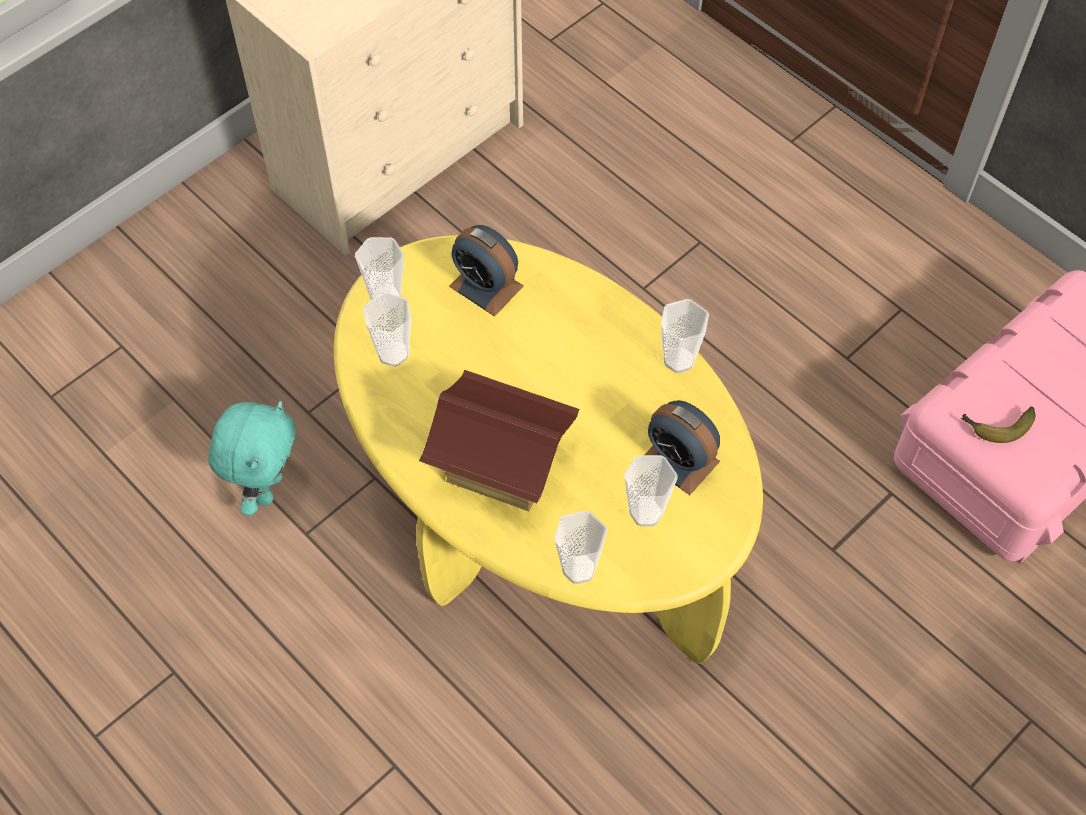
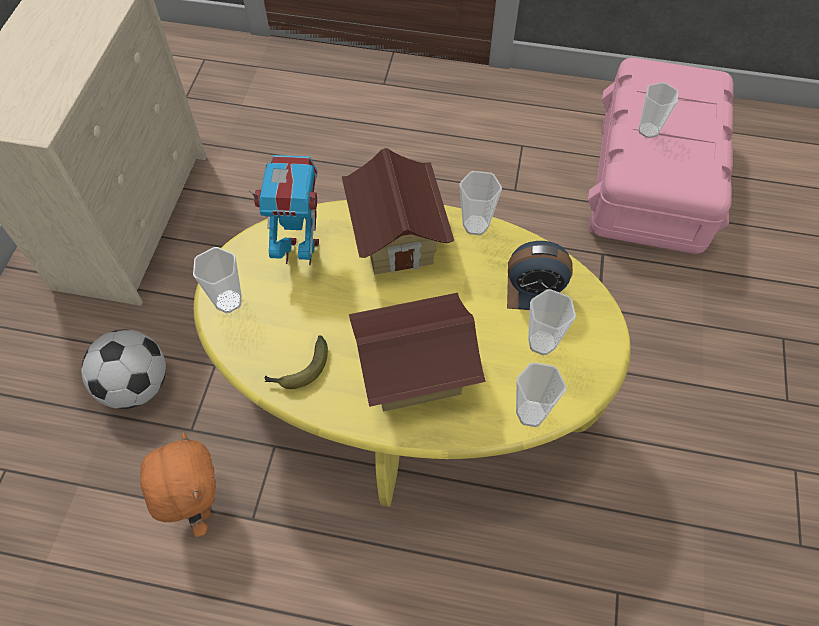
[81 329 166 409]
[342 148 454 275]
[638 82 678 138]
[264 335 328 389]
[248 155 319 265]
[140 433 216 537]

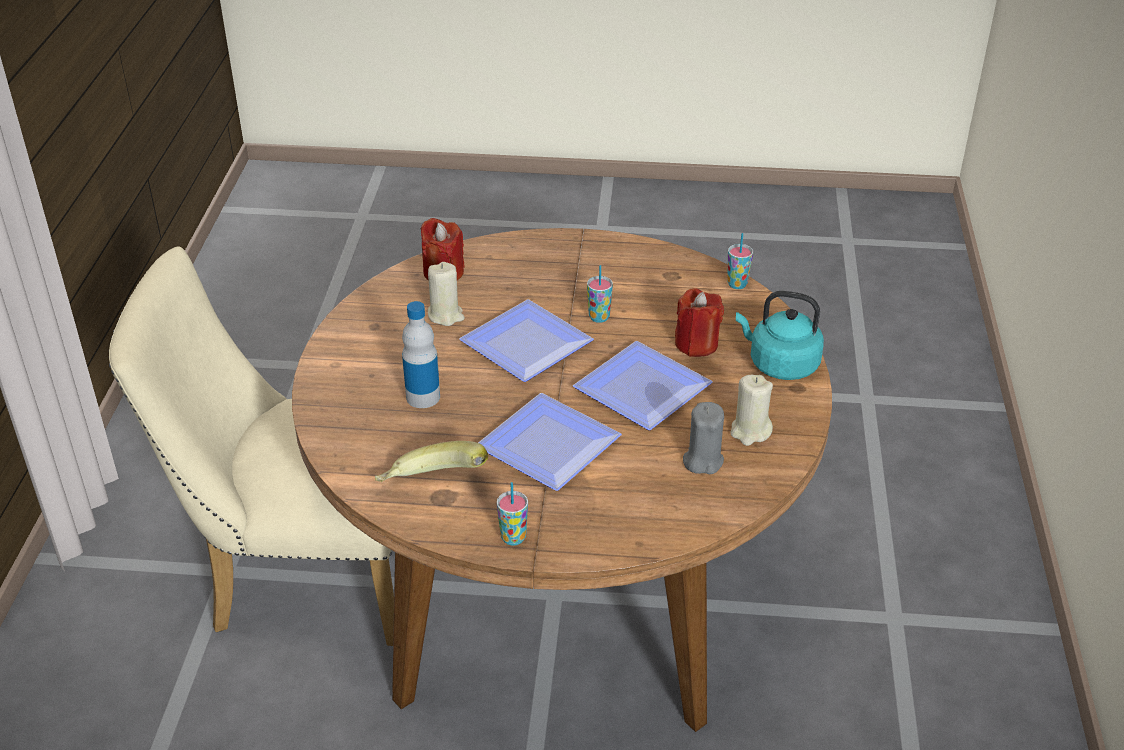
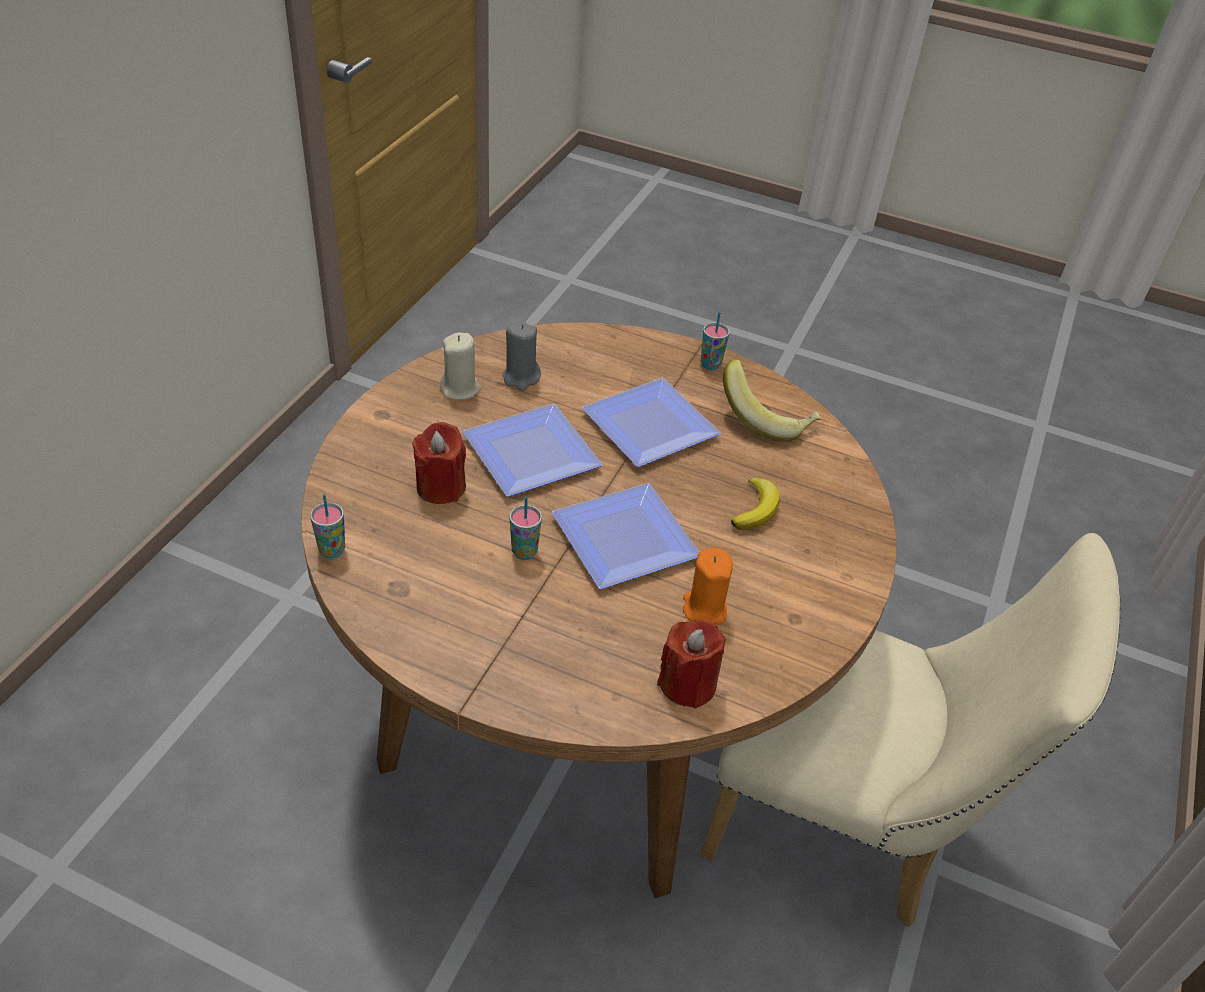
[736 291 824 380] (first image)
[731 478 780 530]
[683 548 733 625]

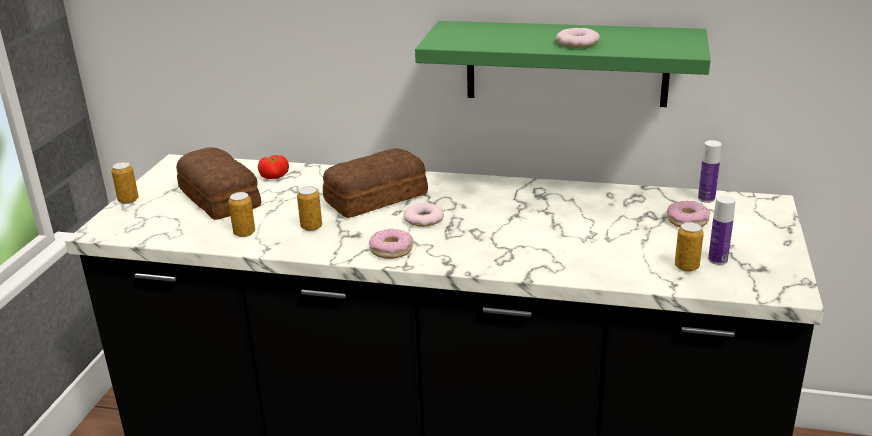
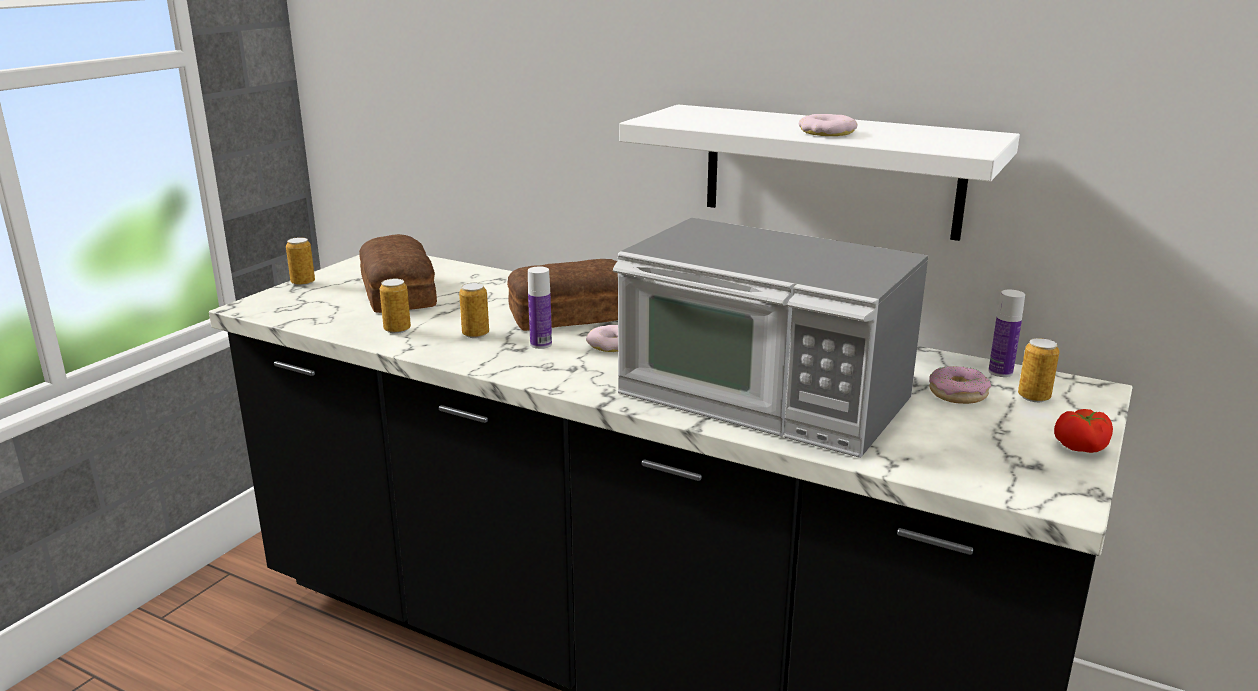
[369 229 413 259] (first image)
[613 218 928 458]
[1054 409 1113 453]
[1018 338 1059 402]
[528 266 552 349]
[619 104 1020 241]

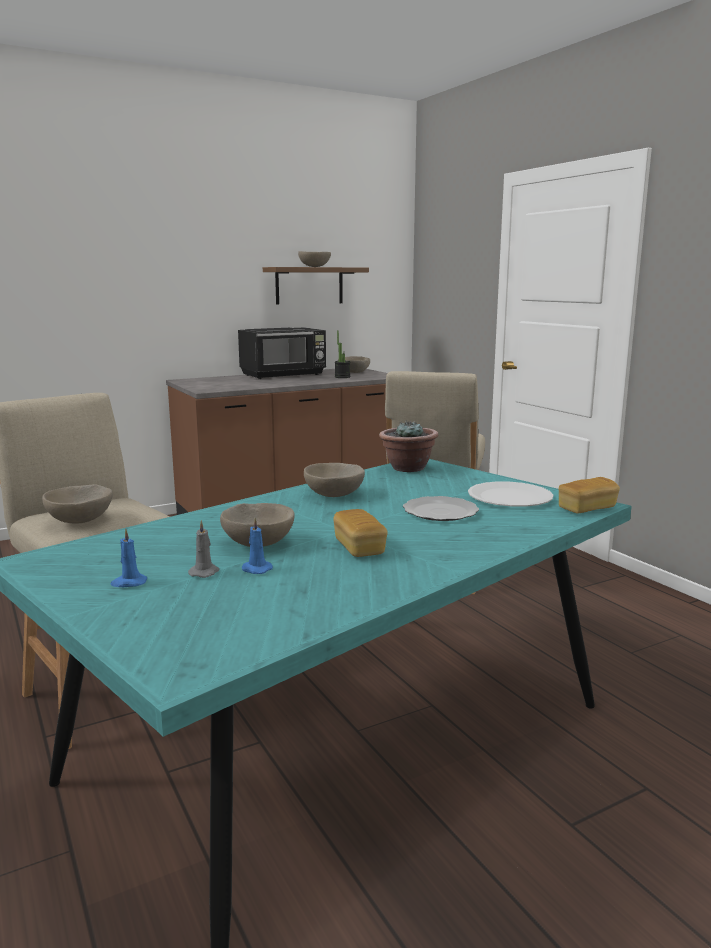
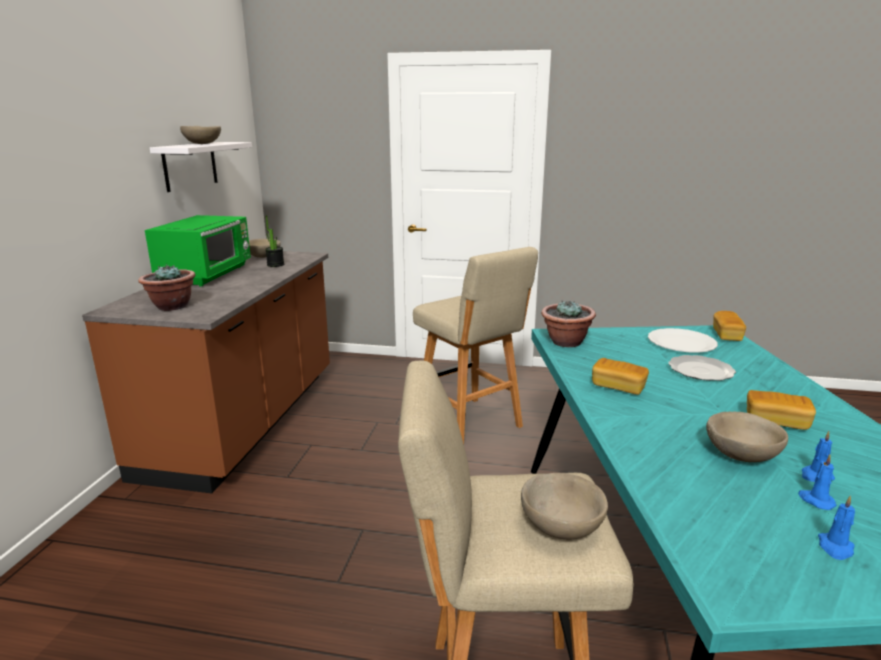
[138 264 195 311]
[592 358 649 395]
[798 454 837 510]
[145 215 251 286]
[150 142 252 192]

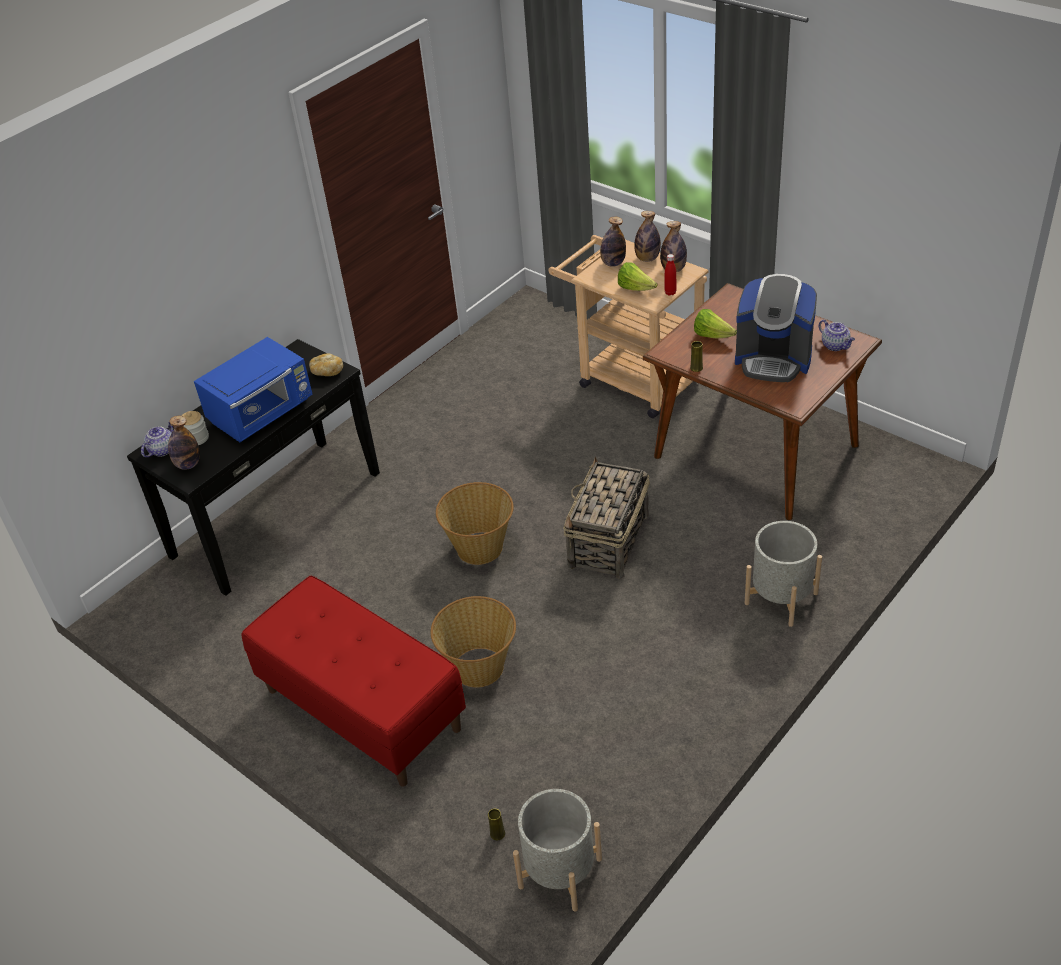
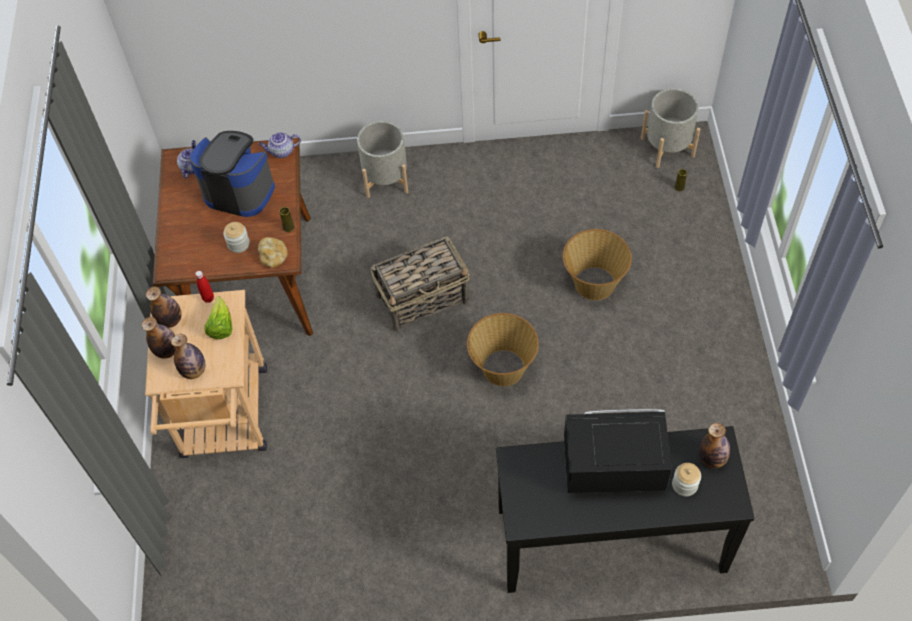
[242 576 466 786] (first image)
[259 132 301 158]
[258 237 288 268]
[223 222 250 253]
[564 409 672 493]
[189 131 275 217]

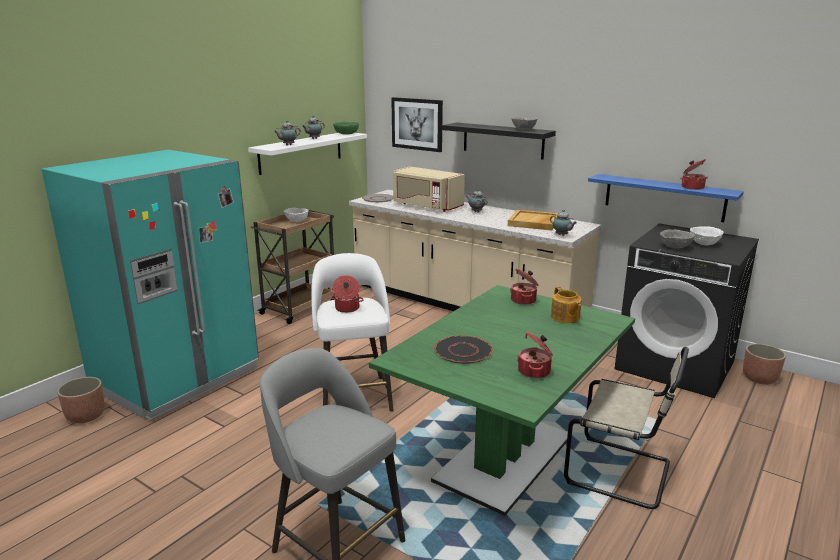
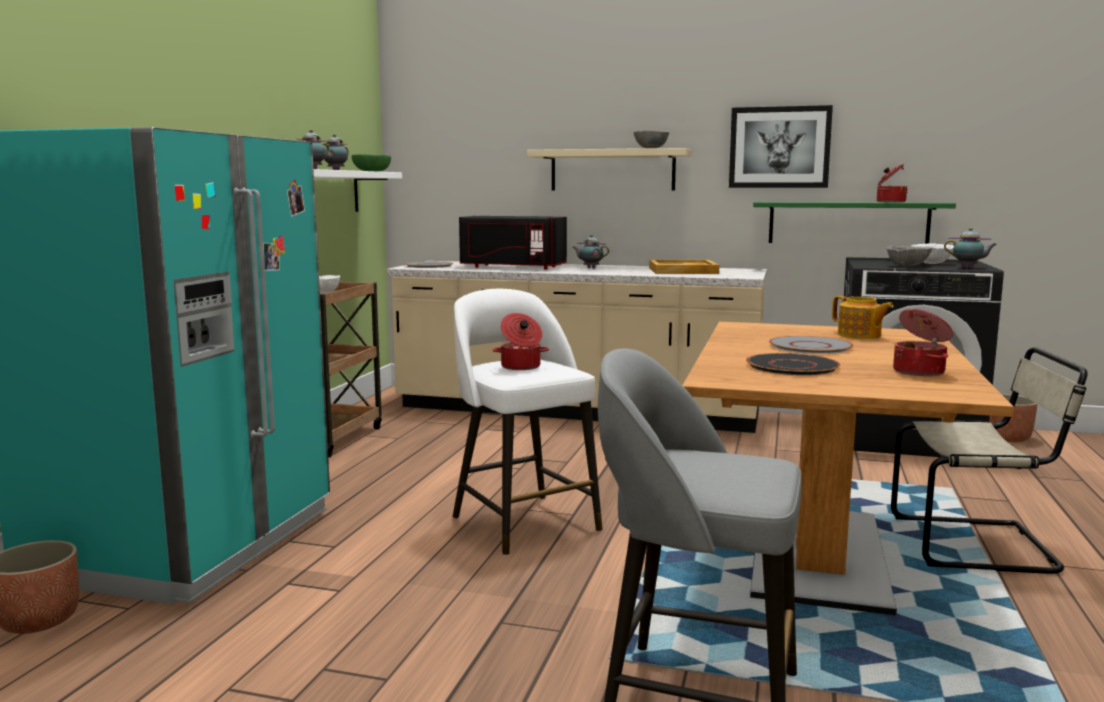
[510 269 539 305] (first image)
[769 336 853 354]
[729 105 833 188]
[944 228 997 268]
[682 322 1014 616]
[459 216 567 270]
[527 148 691 191]
[753 202 956 244]

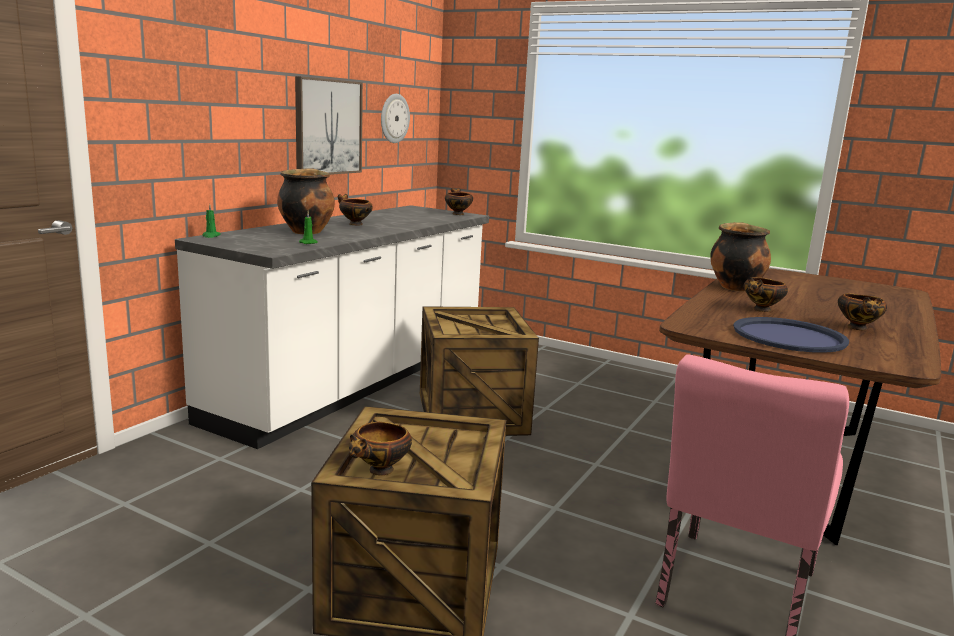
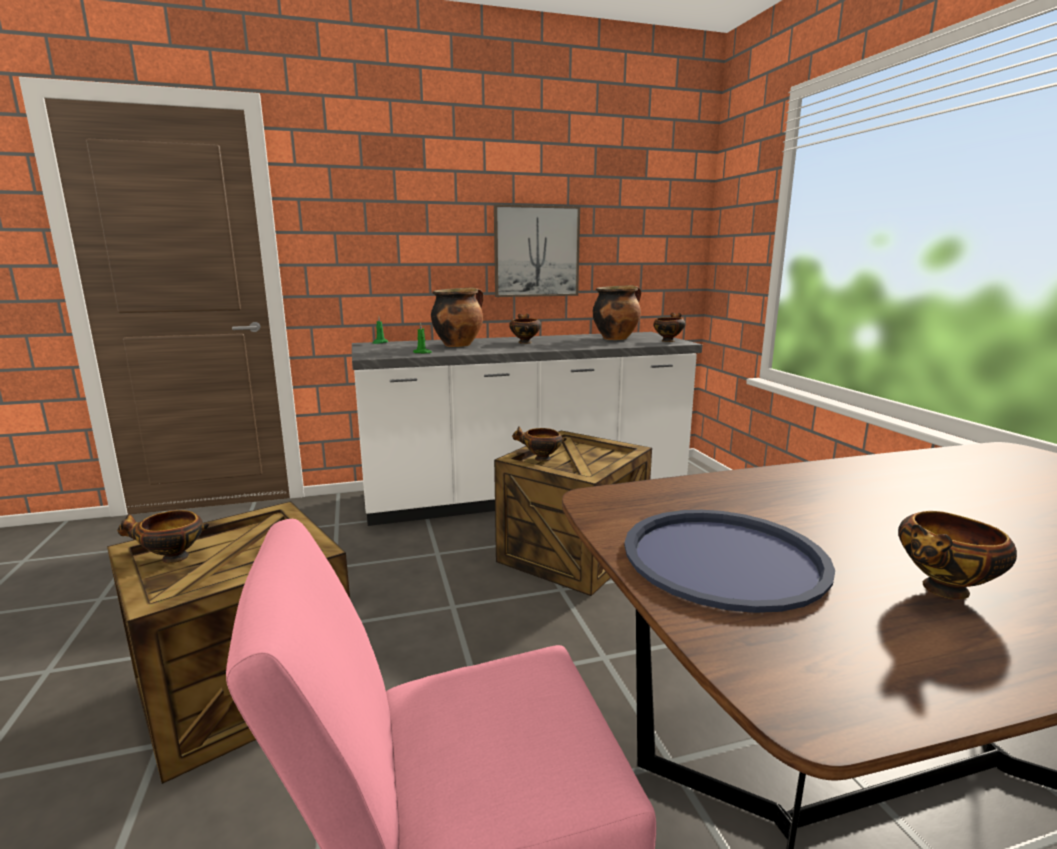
[381 94 410 143] (first image)
[593 285 641 340]
[512 426 567 462]

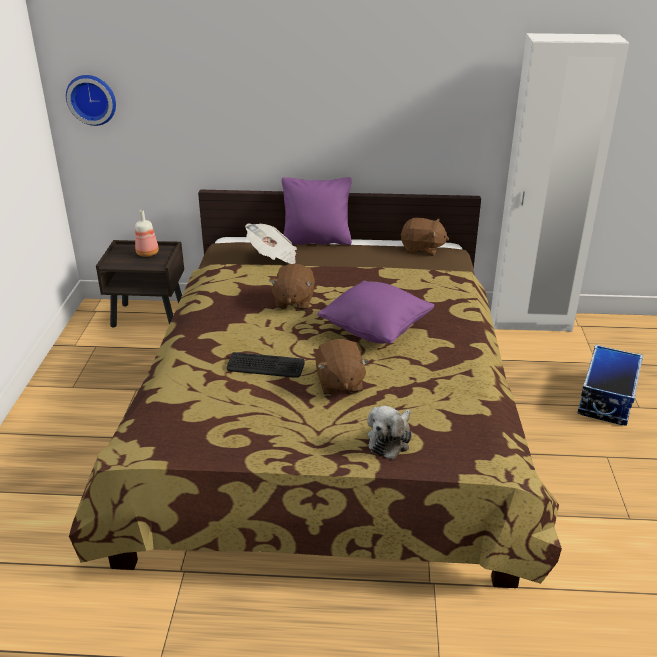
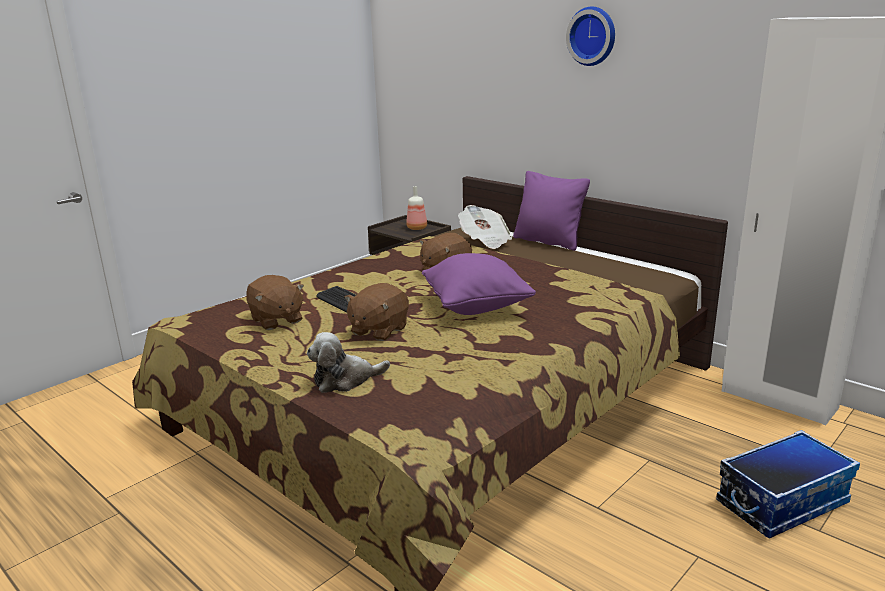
[566 6 615 66]
[246 275 304 330]

